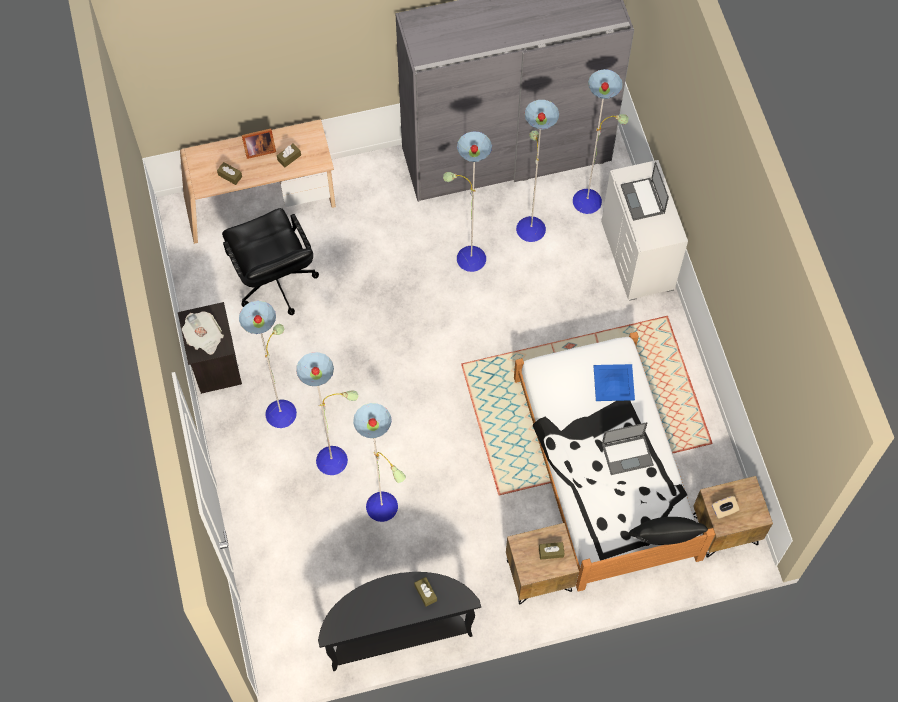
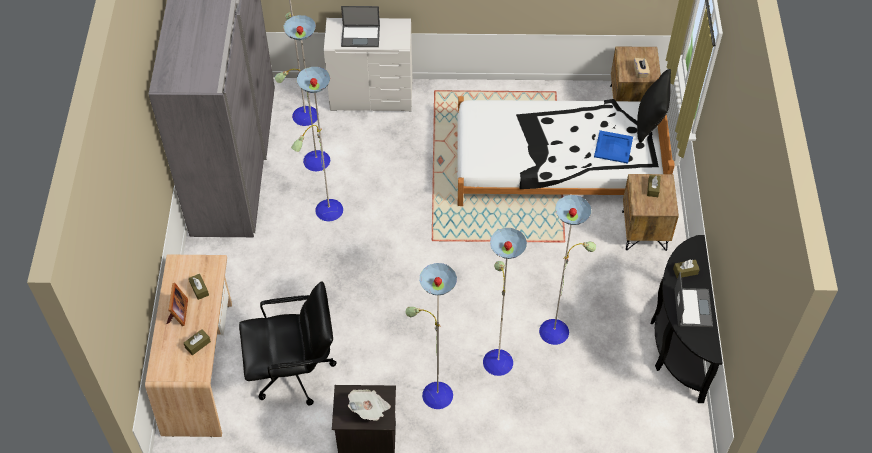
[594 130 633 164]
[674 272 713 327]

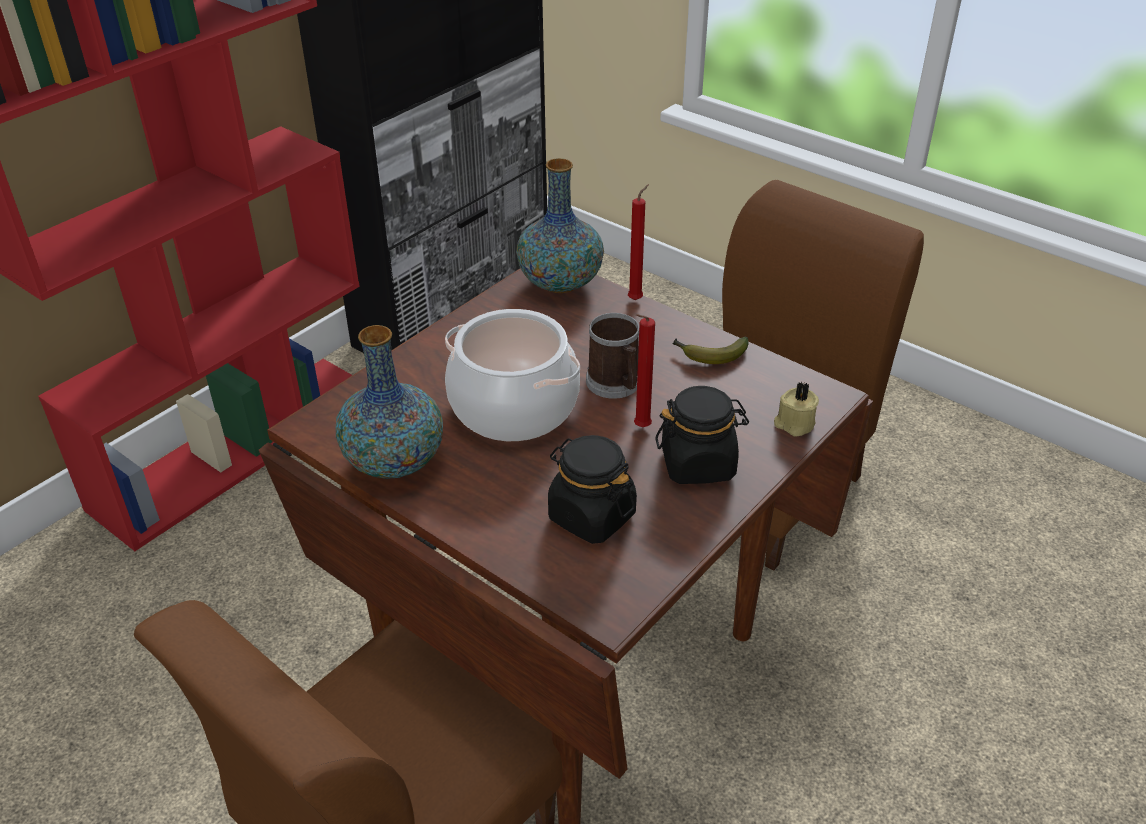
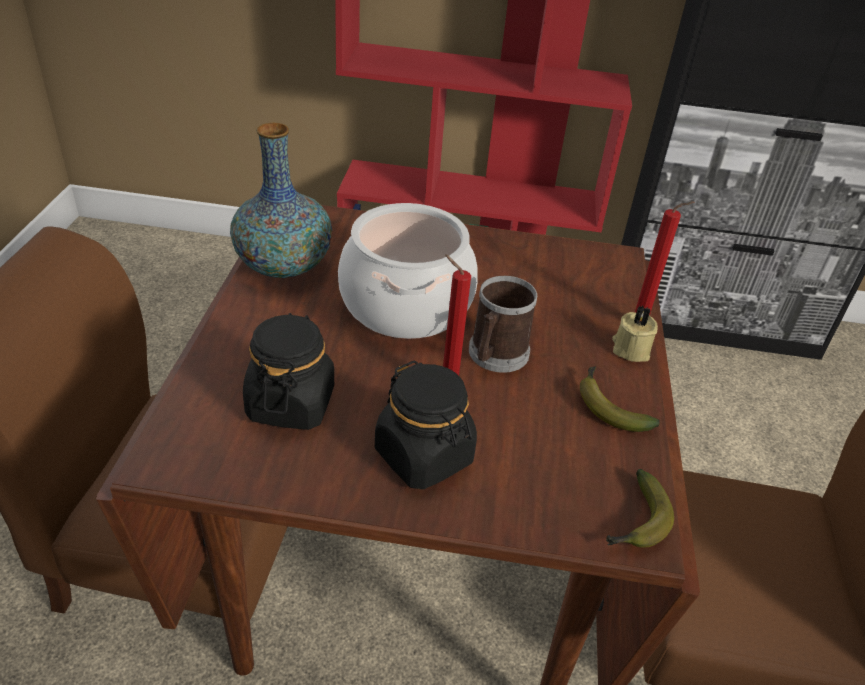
[516 158 604 293] (first image)
[606 469 674 548]
[612 306 658 362]

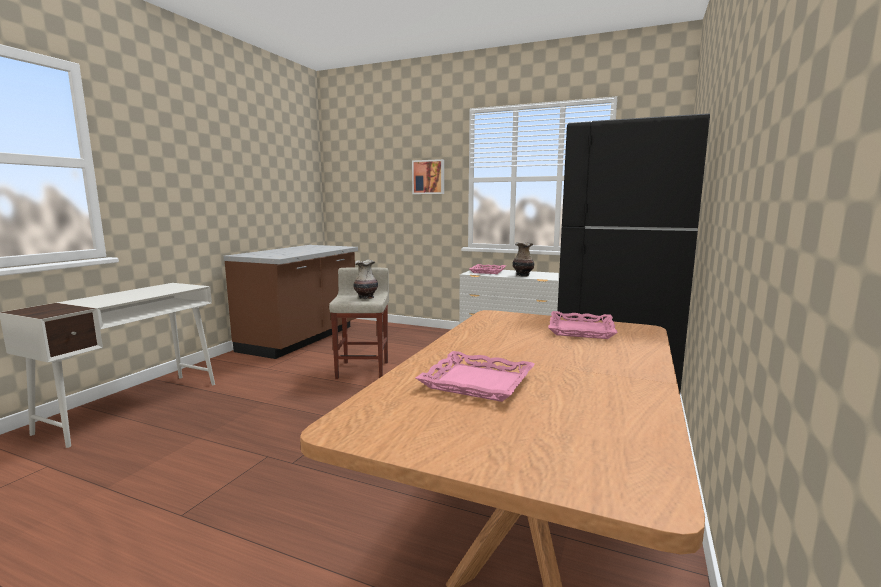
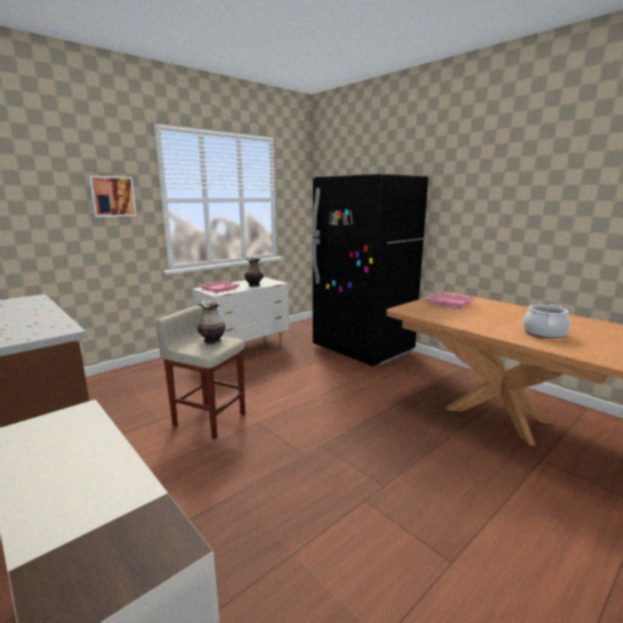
[523 304 570 339]

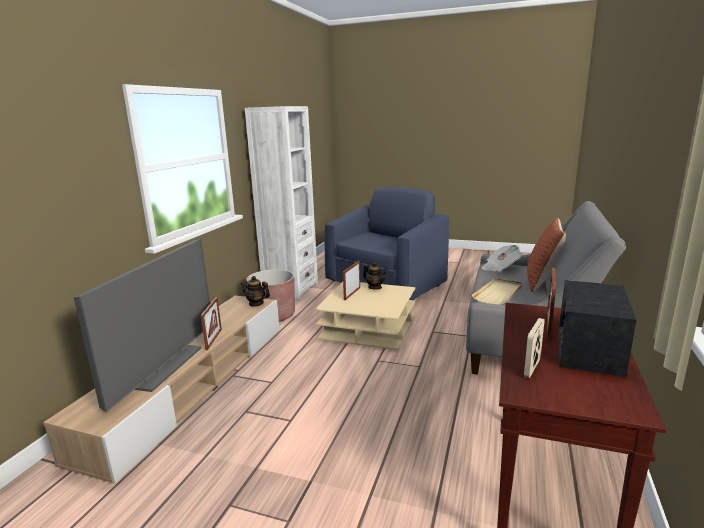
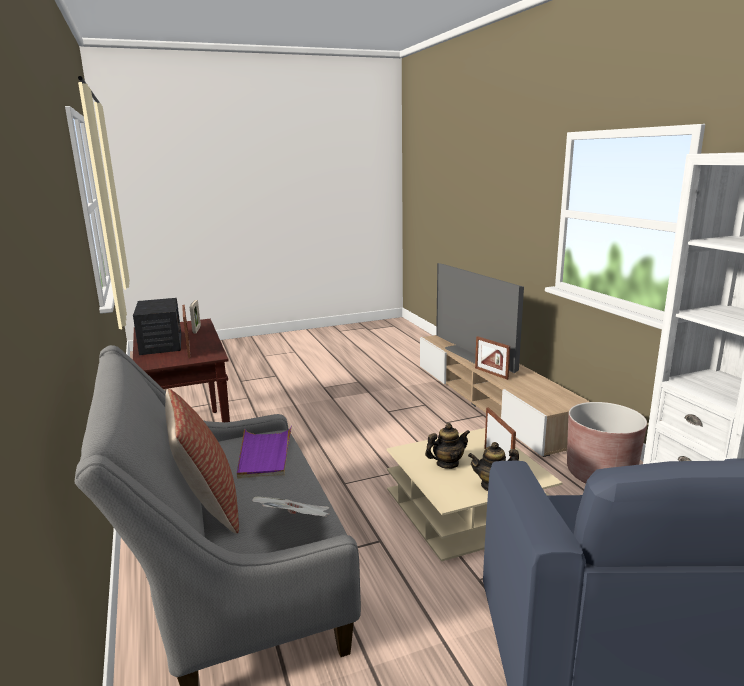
[425 423 470 469]
[237 426 292 479]

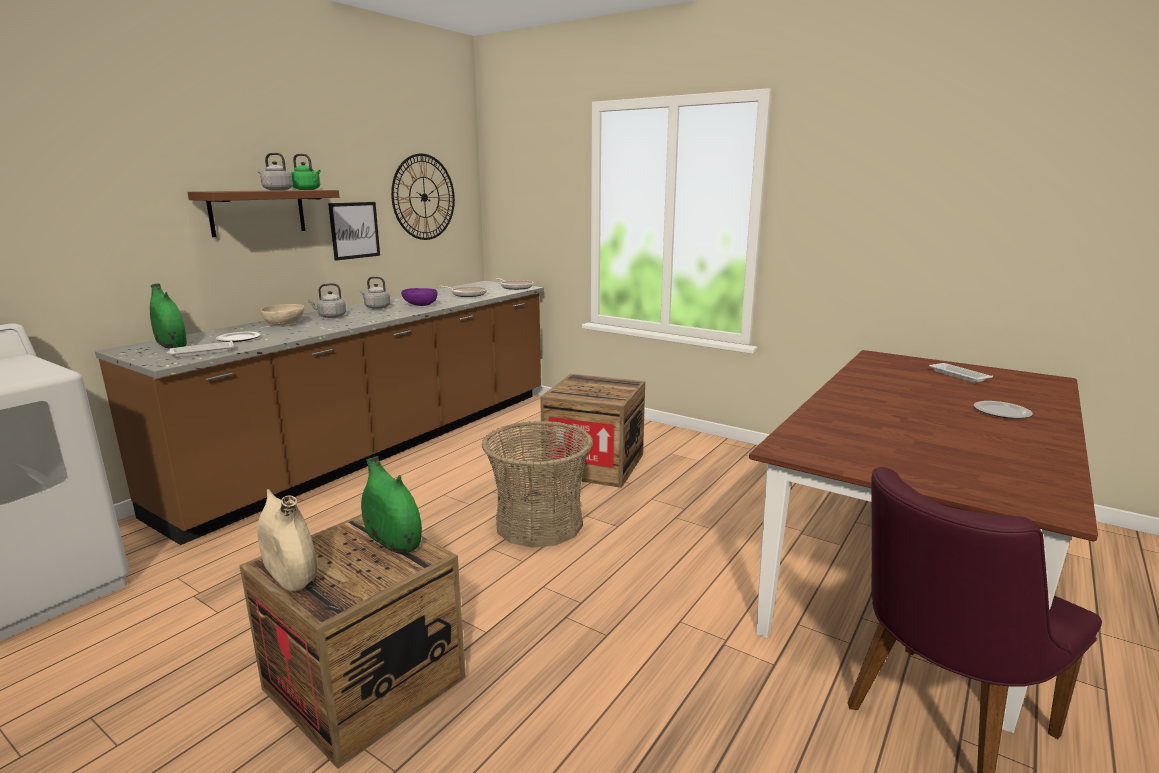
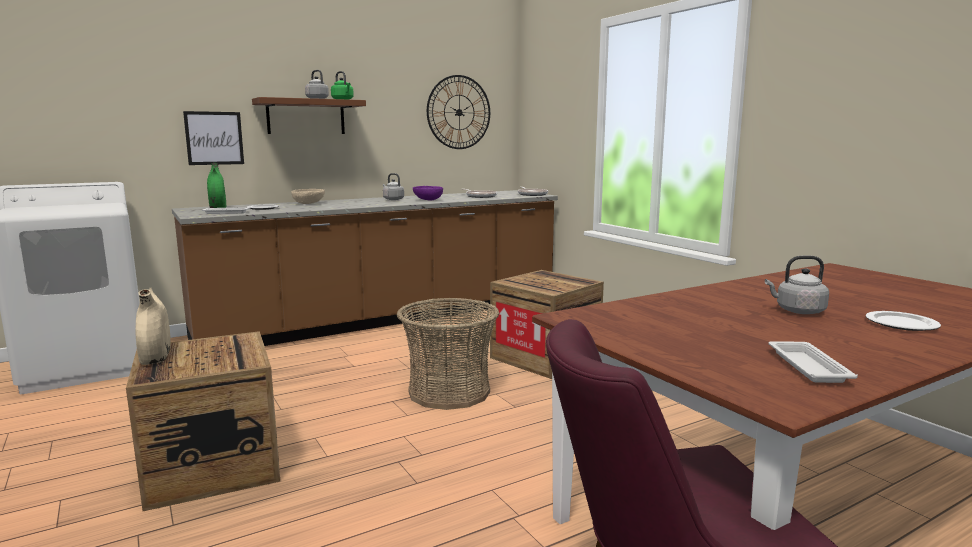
[361 456 422 554] (first image)
[765 255 829 314]
[183 111 244 165]
[768 341 858 383]

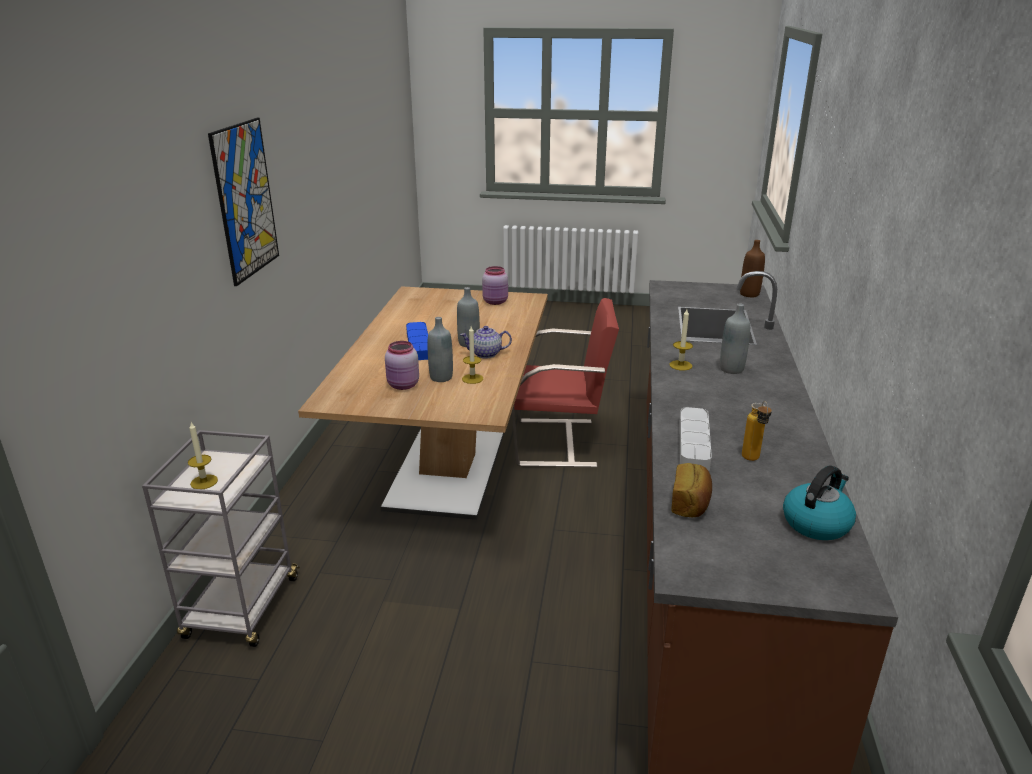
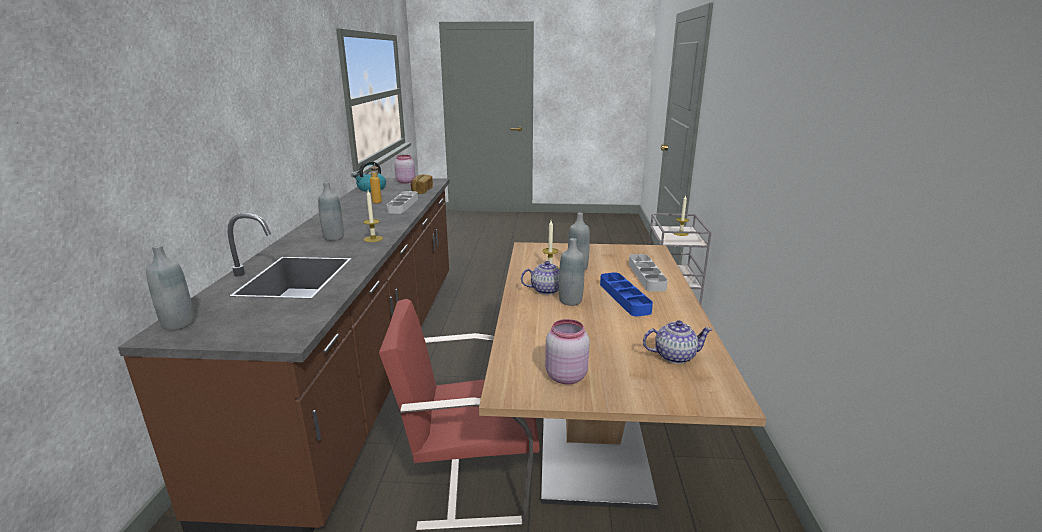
[208 118 279 286] (first image)
[629 254 668 292]
[643 320 712 364]
[394 155 415 184]
[146 245 194 330]

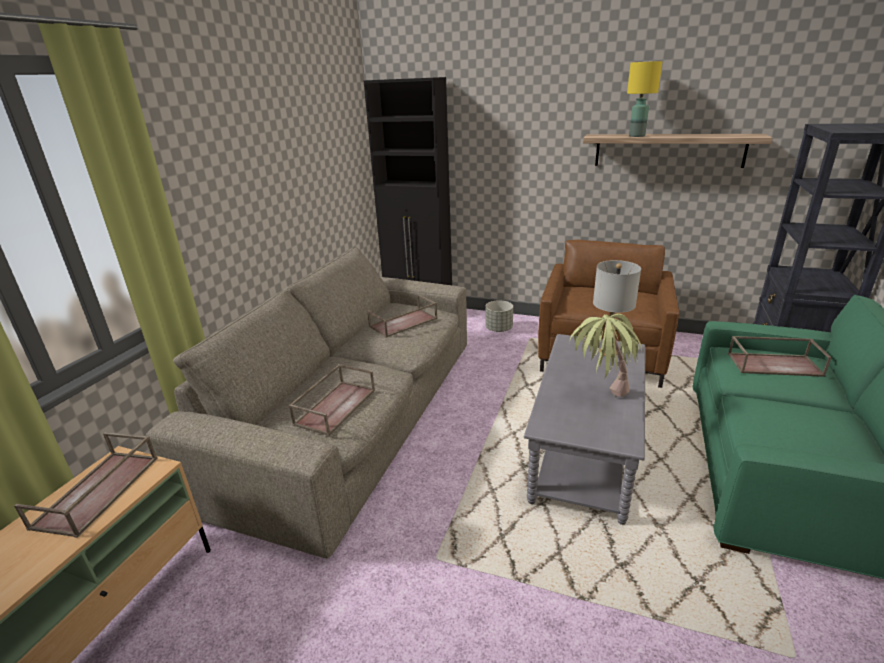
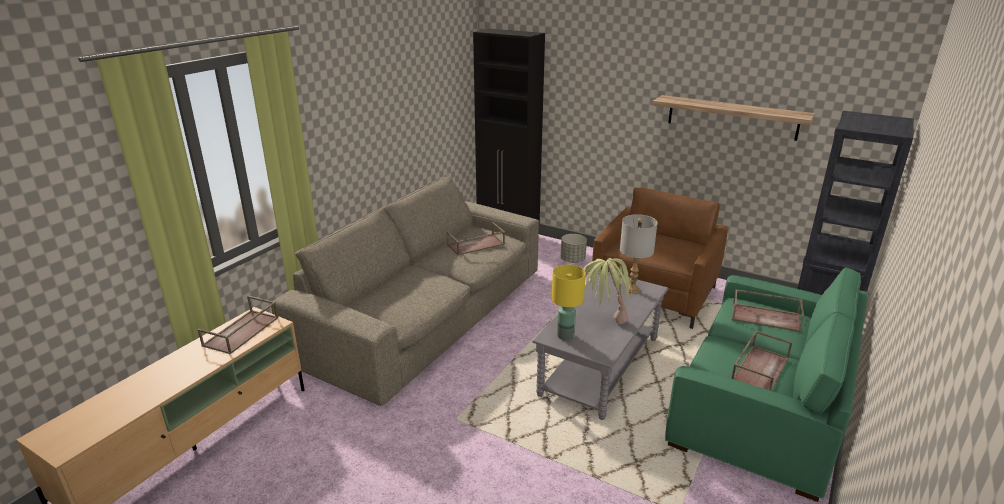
[731 331 792 391]
[552 265 586 340]

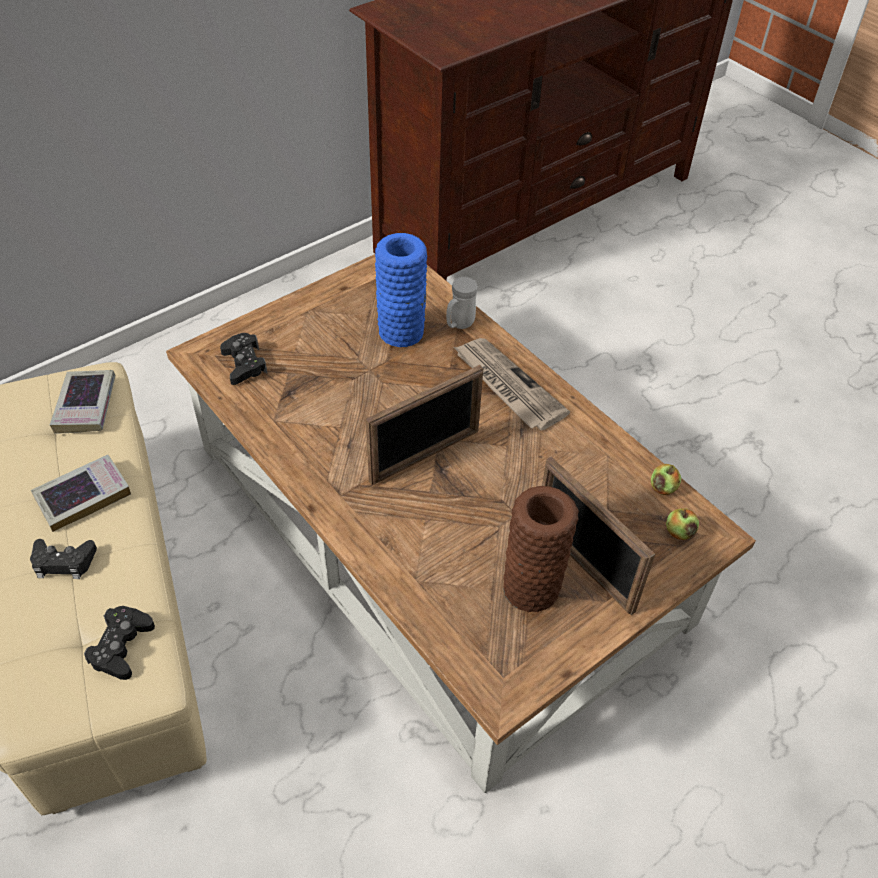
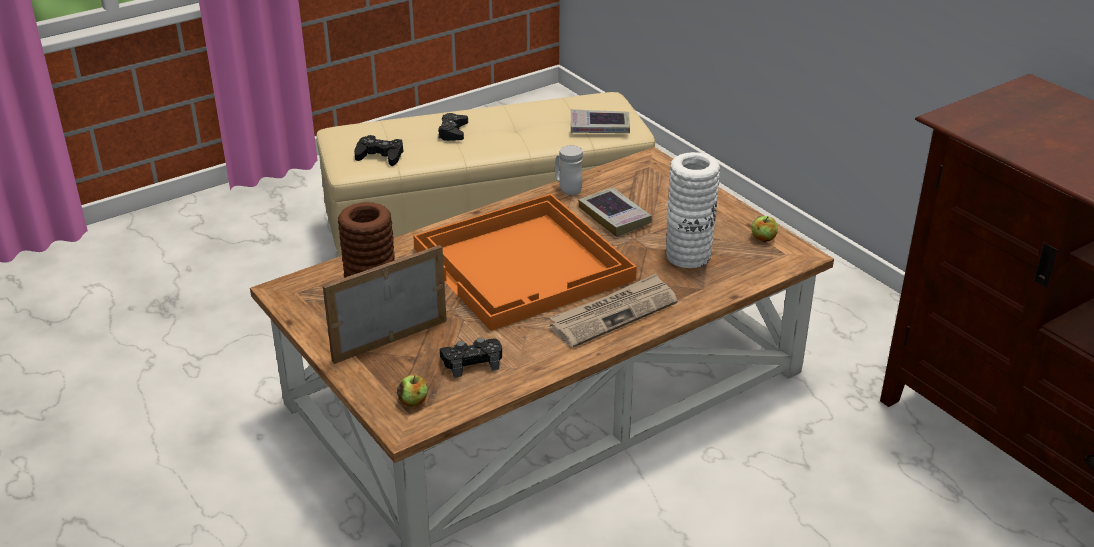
[578 187 652 237]
[440 338 502 378]
[555 145 583 195]
[751 216 778 242]
[413 194 637 331]
[666 152 720 268]

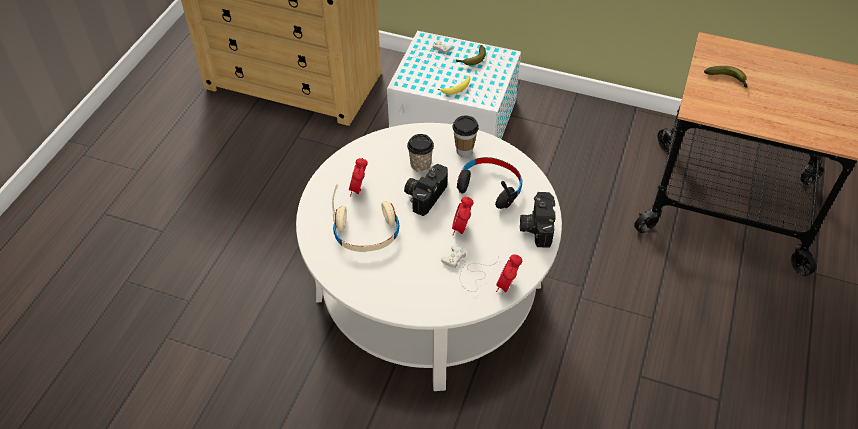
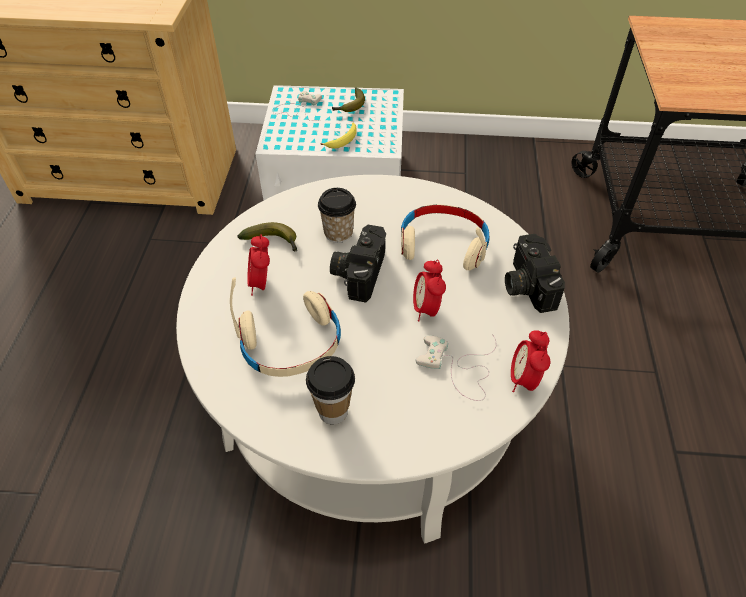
[306 356 355 424]
[238 222 297 251]
[401 204 489 270]

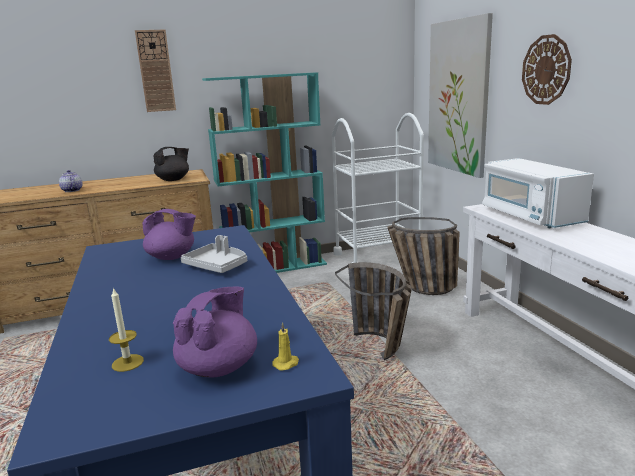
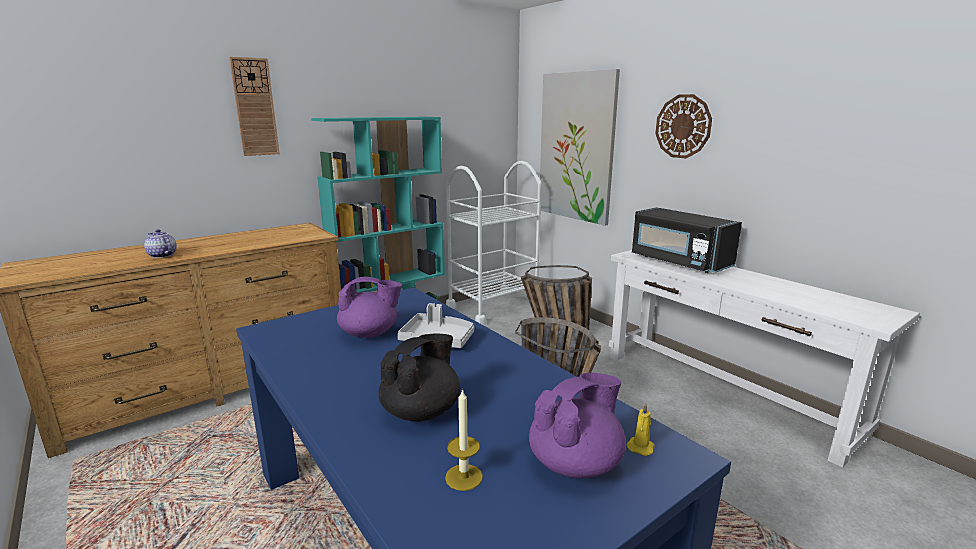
[378 333 460 421]
[632 207 742 273]
[529 373 626 478]

